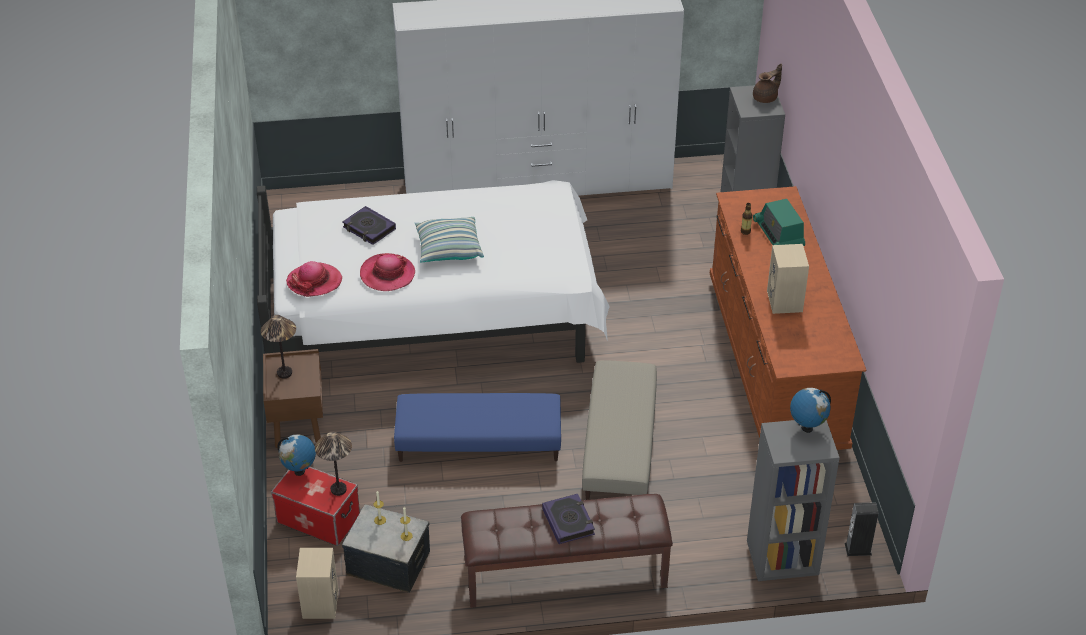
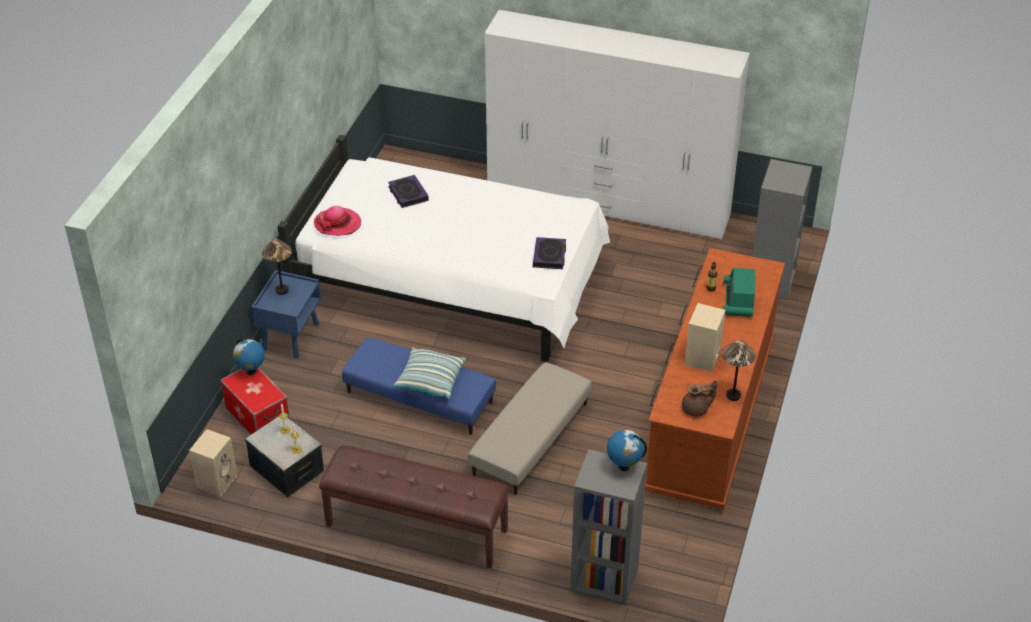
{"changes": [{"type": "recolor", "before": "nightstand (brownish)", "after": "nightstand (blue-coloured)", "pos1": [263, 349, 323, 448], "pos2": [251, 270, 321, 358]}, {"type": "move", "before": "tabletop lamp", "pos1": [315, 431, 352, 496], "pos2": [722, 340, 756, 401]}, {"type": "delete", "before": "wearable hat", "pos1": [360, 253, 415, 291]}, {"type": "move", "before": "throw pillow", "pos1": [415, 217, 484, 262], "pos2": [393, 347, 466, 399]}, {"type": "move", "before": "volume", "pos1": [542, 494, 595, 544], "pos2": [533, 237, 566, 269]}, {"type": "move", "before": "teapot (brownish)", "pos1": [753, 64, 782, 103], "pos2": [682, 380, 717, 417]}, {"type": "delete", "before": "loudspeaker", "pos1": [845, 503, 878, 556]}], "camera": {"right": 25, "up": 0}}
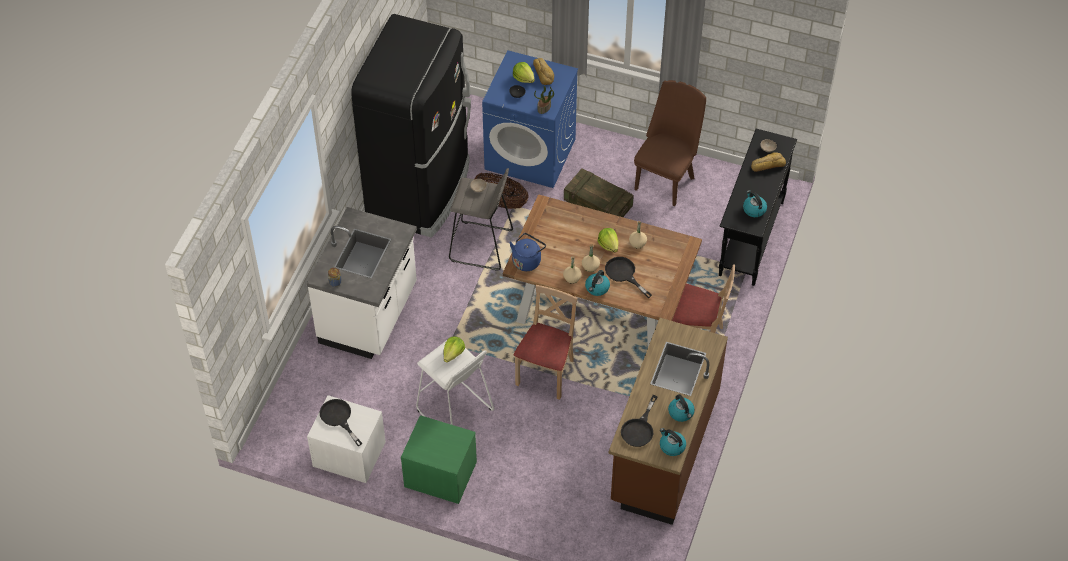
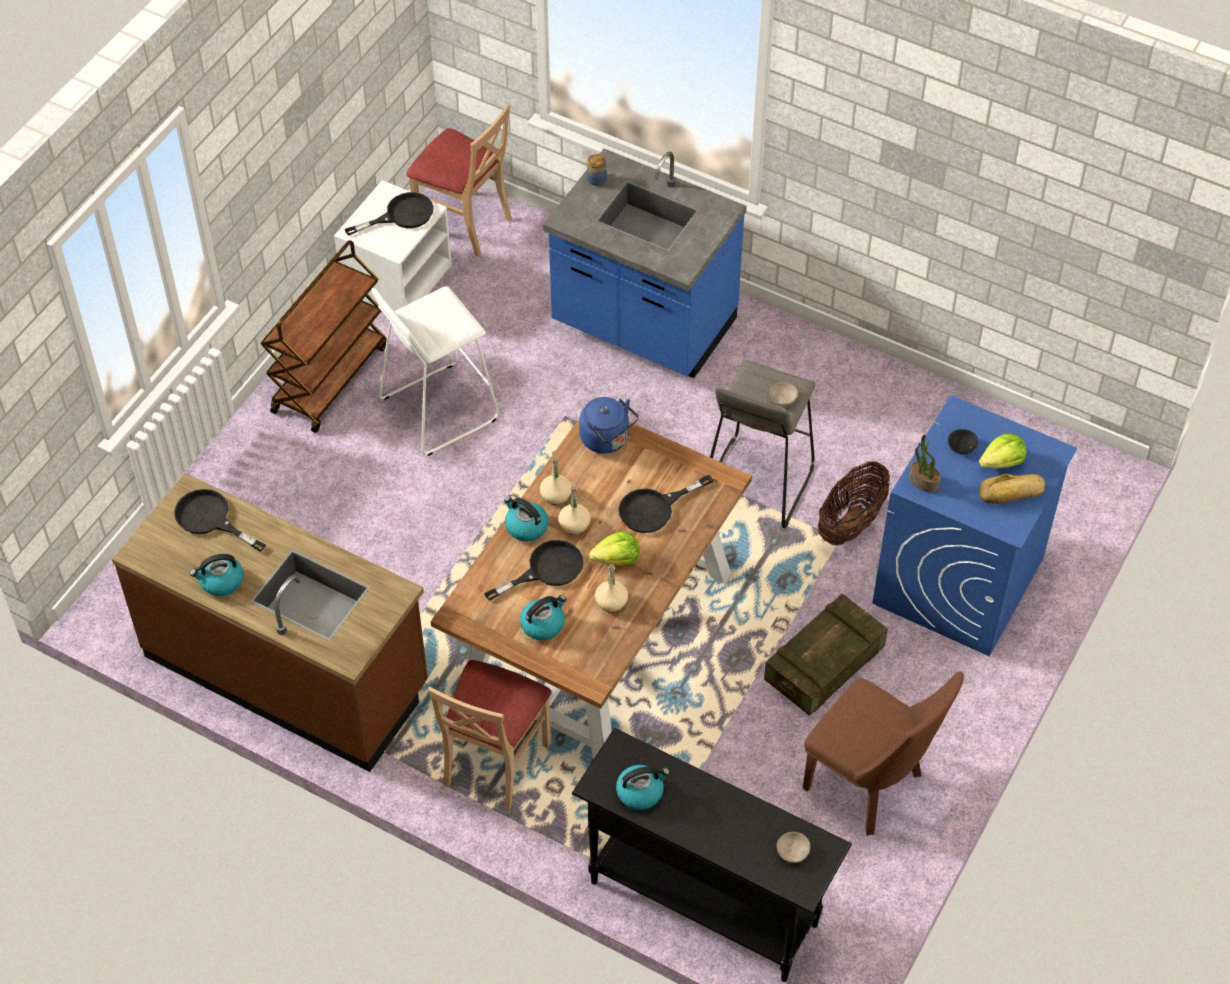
{"changes": [{"type": "recolor", "before": "kitchen base unit (white)", "after": "kitchen base unit (blue-coloured)", "pos1": [307, 207, 417, 359], "pos2": [543, 149, 747, 378]}, {"type": "delete", "before": "kitchen fridge (black)", "pos1": [351, 14, 471, 238]}, {"type": "replace", "before": "nightstand (green-coloured)", "after": "wheeled cart (brownish)", "pos1": [401, 415, 477, 504], "pos2": [261, 240, 387, 433]}, {"type": "delete", "before": "head of lettuce", "pos1": [443, 336, 465, 363]}, {"type": "move", "before": "chair (beige)", "pos1": [514, 285, 578, 400], "pos2": [406, 103, 512, 257]}, {"type": "move", "before": "tea kettle", "pos1": [660, 428, 686, 456], "pos2": [520, 595, 566, 640]}, {"type": "delete", "before": "bakery bread", "pos1": [751, 152, 786, 172]}, {"type": "insert", "after": "skillet (black)", "pos2": [619, 474, 714, 533]}], "camera": {"right": 100, "up": 0}}
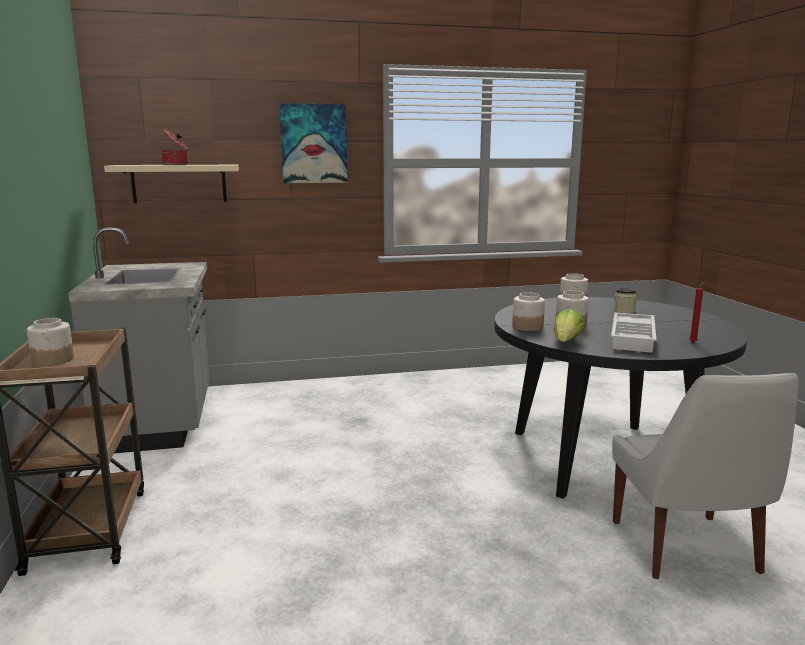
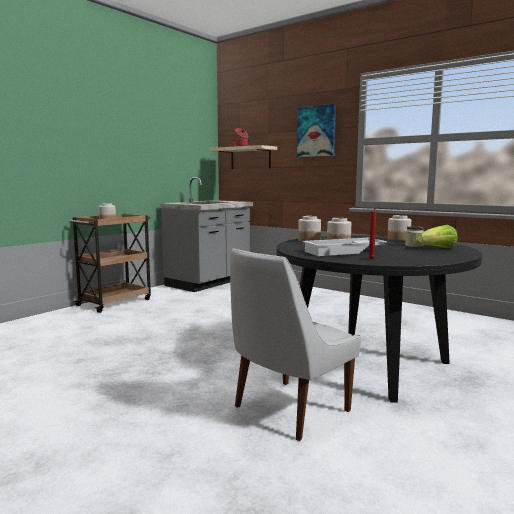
{"changes": [{"type": "move", "before": "head of lettuce", "pos1": [553, 309, 585, 342], "pos2": [418, 225, 458, 248]}], "camera": {"right": 50, "up": -5}}
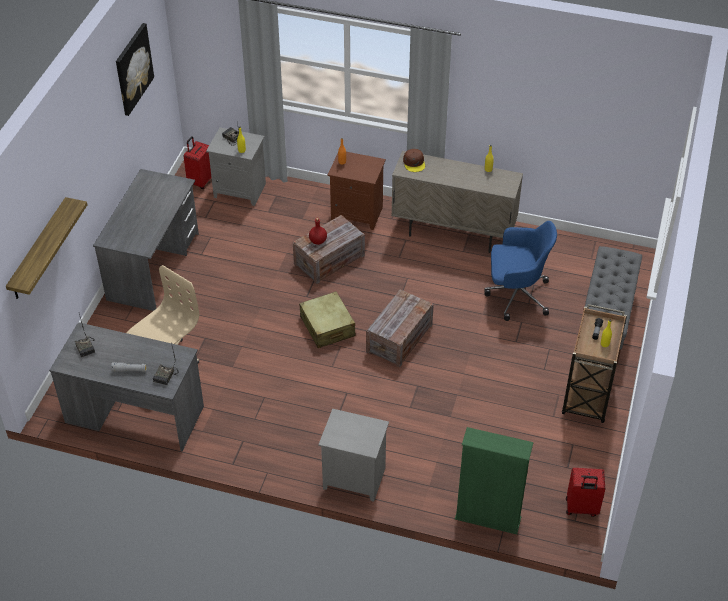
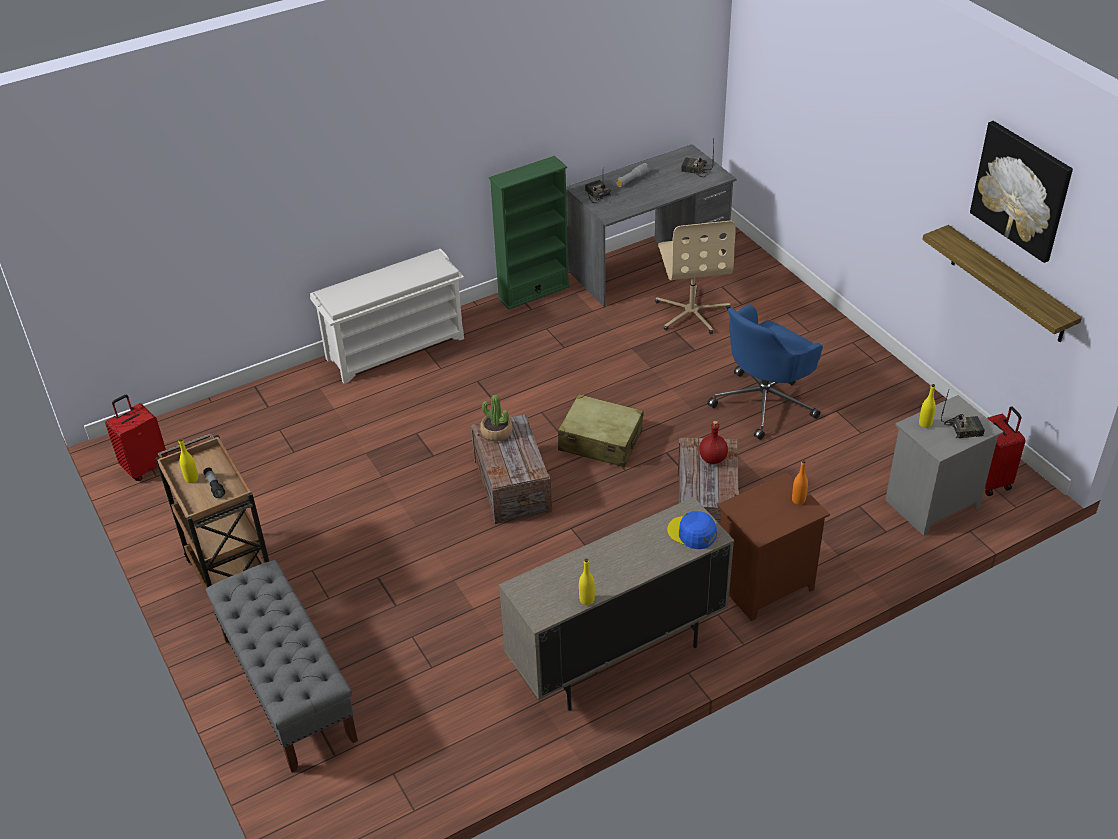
{"changes": [{"type": "move", "before": "bracket shelf", "pos1": [6, 197, 88, 299], "pos2": [922, 225, 1082, 342]}, {"type": "delete", "before": "desk (gray)", "pos1": [93, 169, 199, 311]}, {"type": "replace", "before": "nightstand (gray)", "after": "shoe rack (white)", "pos1": [318, 409, 389, 502], "pos2": [310, 249, 464, 384]}, {"type": "recolor", "before": "cap (brownish)", "after": "cap (blue-coloured)", "pos1": [403, 149, 425, 172], "pos2": [667, 511, 717, 549]}, {"type": "move", "before": "shelving unit (green-coloured)", "pos1": [455, 427, 534, 535], "pos2": [489, 156, 570, 310]}, {"type": "move", "before": "desk chair (blue-coloured)", "pos1": [484, 221, 557, 321], "pos2": [707, 305, 823, 440]}, {"type": "insert", "after": "plant in a pot", "pos2": [480, 395, 513, 441]}], "camera": {"right": 135, "up": -5}}
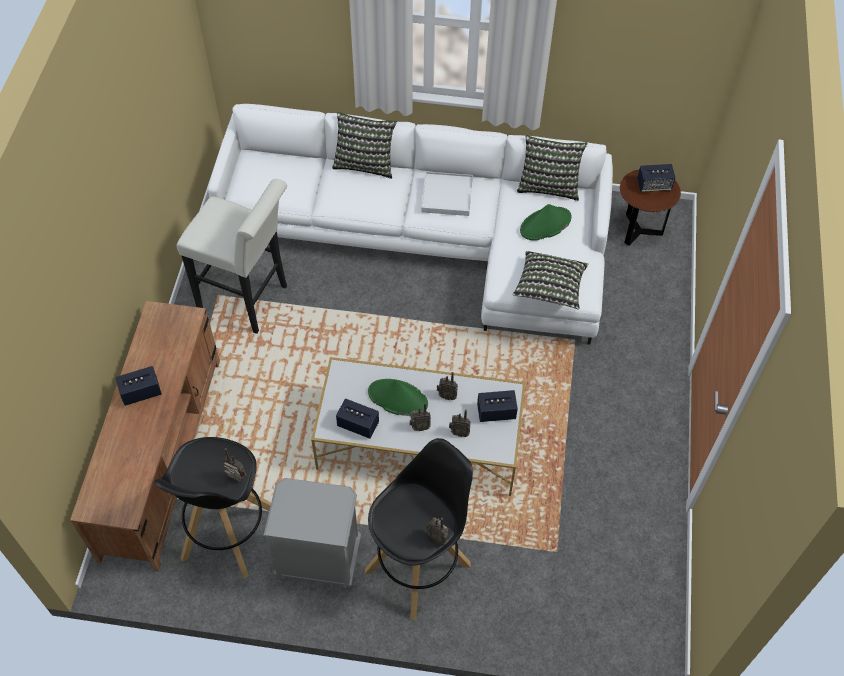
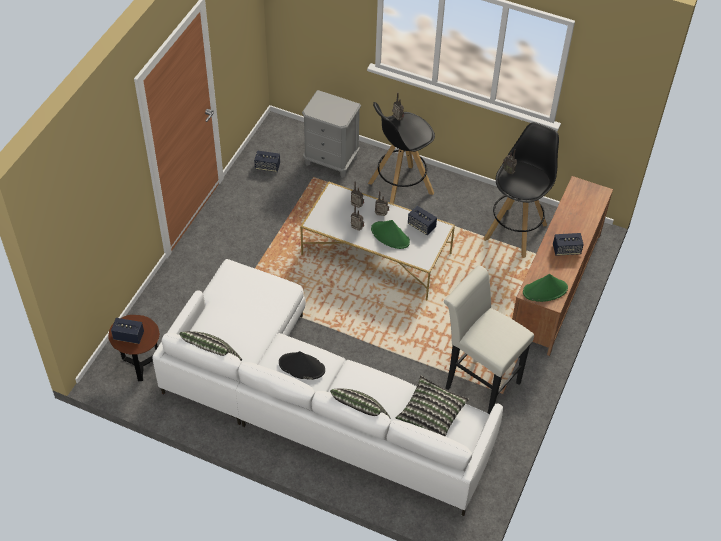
{"changes": [{"type": "move", "before": "nightstand (gray)", "pos1": [263, 478, 361, 588], "pos2": [302, 90, 361, 178]}, {"type": "replace", "before": "serving tray (white)", "after": "wearable hat (black)", "pos1": [421, 172, 473, 216], "pos2": [279, 351, 325, 380]}, {"type": "move", "before": "loudspeaker", "pos1": [477, 390, 518, 422], "pos2": [254, 151, 280, 172]}, {"type": "move", "before": "throw pillow", "pos1": [513, 251, 589, 310], "pos2": [396, 375, 469, 437]}, {"type": "move", "before": "wearable hat (green-coloured)", "pos1": [520, 204, 572, 241], "pos2": [523, 274, 568, 302]}], "camera": {"right": -165, "up": -5}}
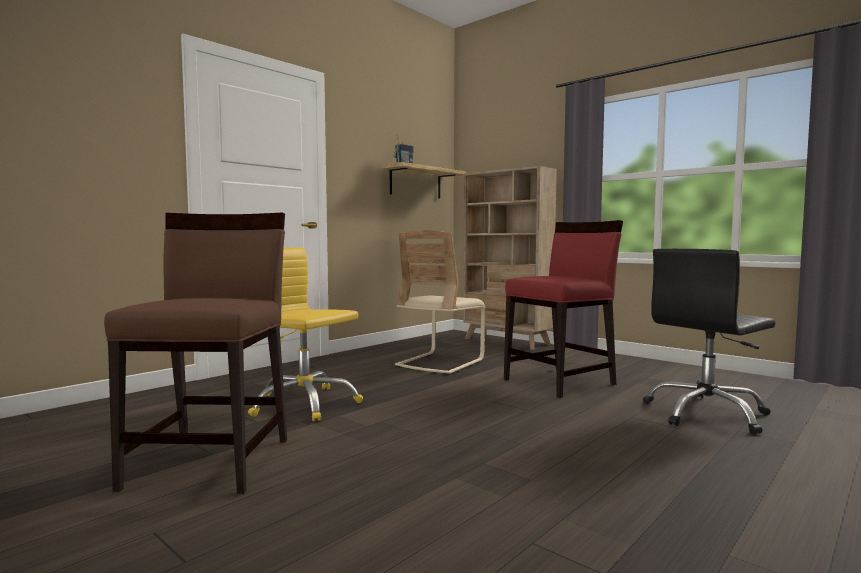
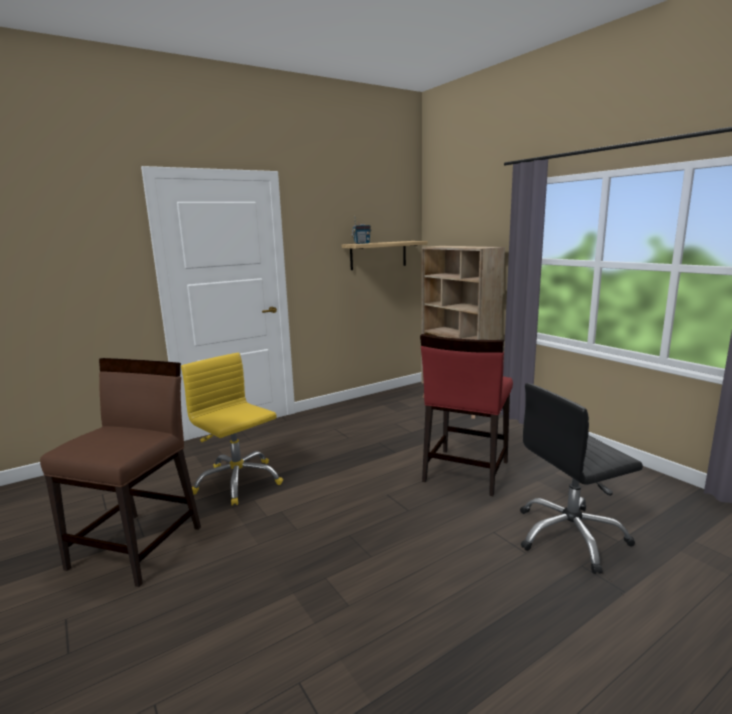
{"changes": [{"type": "delete", "before": "chair (beige)", "pos1": [395, 230, 486, 375]}, {"type": "rotate", "before": "chair (red)", "pos1": [504, 220, 623, 398], "pos2": [420, 334, 513, 496], "turn": 135}], "camera": {"right": 15, "up": 10}}
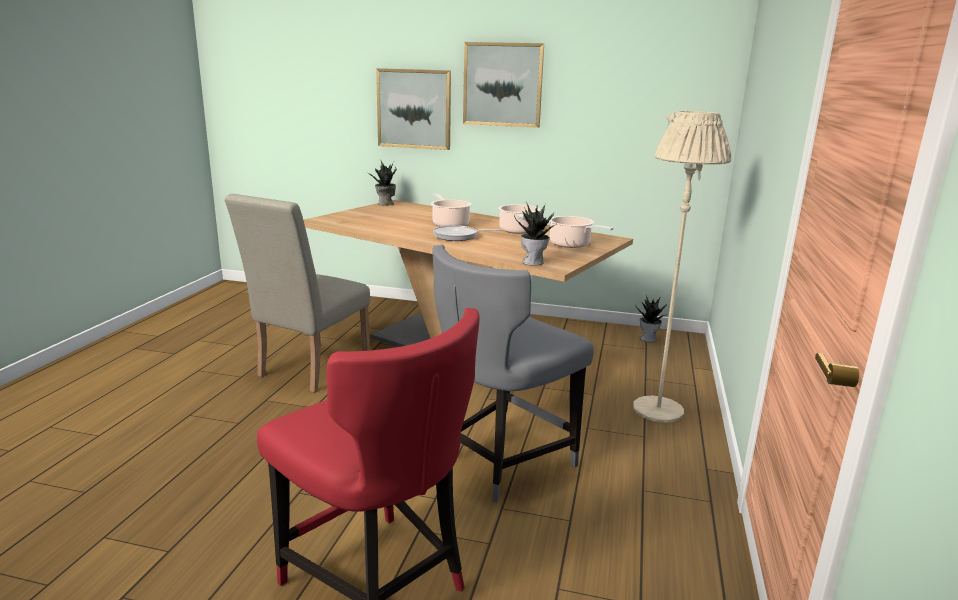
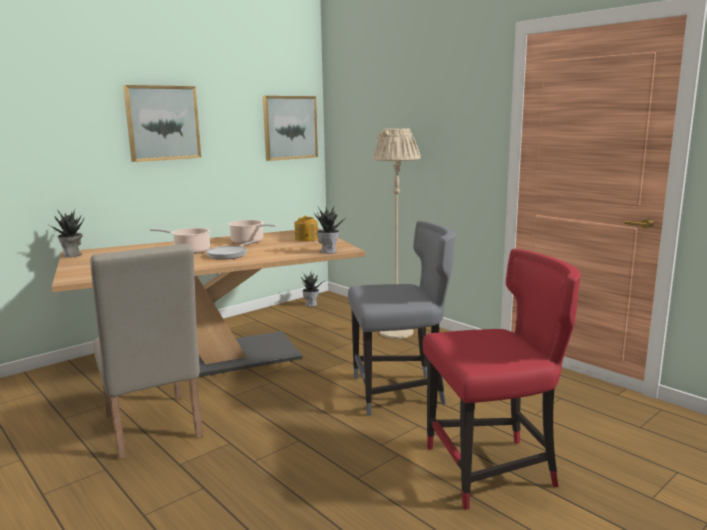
{"changes": [{"type": "move", "before": "wall picture", "pos1": [376, 68, 451, 150], "pos2": [263, 96, 318, 161]}, {"type": "rotate", "before": "chair (gray)", "pos1": [432, 244, 594, 502], "pos2": [348, 221, 456, 416], "turn": -90}, {"type": "replace", "before": "saucepot", "after": "teapot", "pos1": [550, 216, 613, 248], "pos2": [295, 216, 318, 241]}], "camera": {"right": -55, "up": -5}}
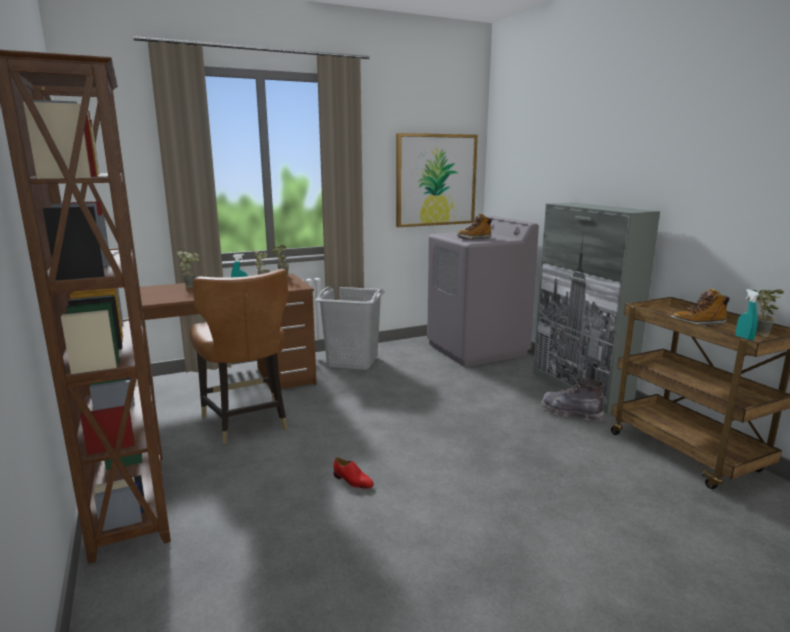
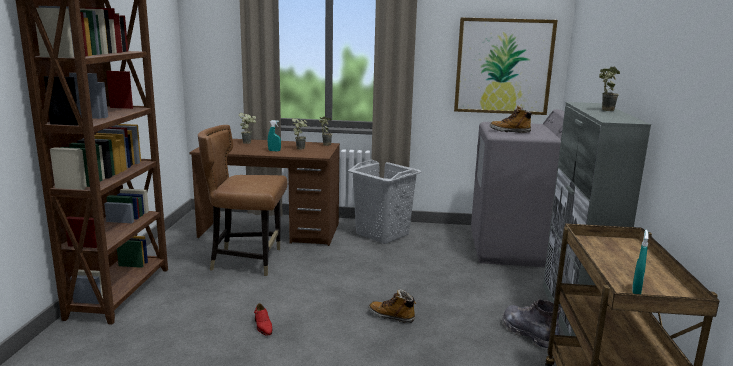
{"changes": [{"type": "rotate", "before": "chair (brownish)", "pos1": [189, 269, 288, 444], "pos2": [198, 125, 288, 276], "turn": 90}, {"type": "move", "before": "tall boot", "pos1": [671, 288, 730, 326], "pos2": [369, 289, 416, 323]}, {"type": "move", "before": "plant in a pot", "pos1": [748, 289, 784, 337], "pos2": [599, 66, 620, 111]}], "camera": {"right": 30, "up": 0}}
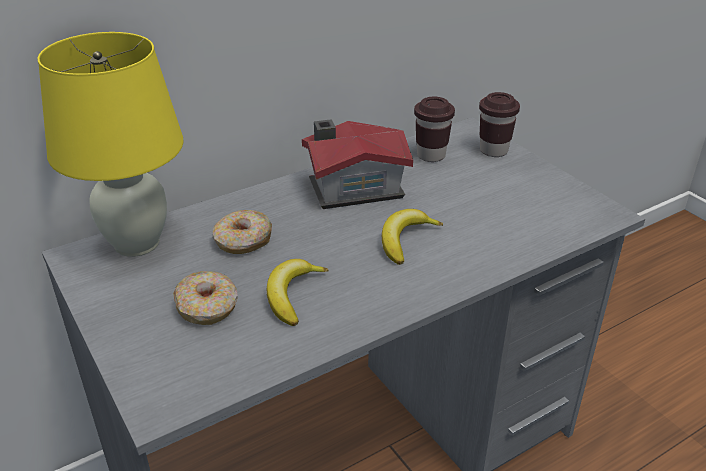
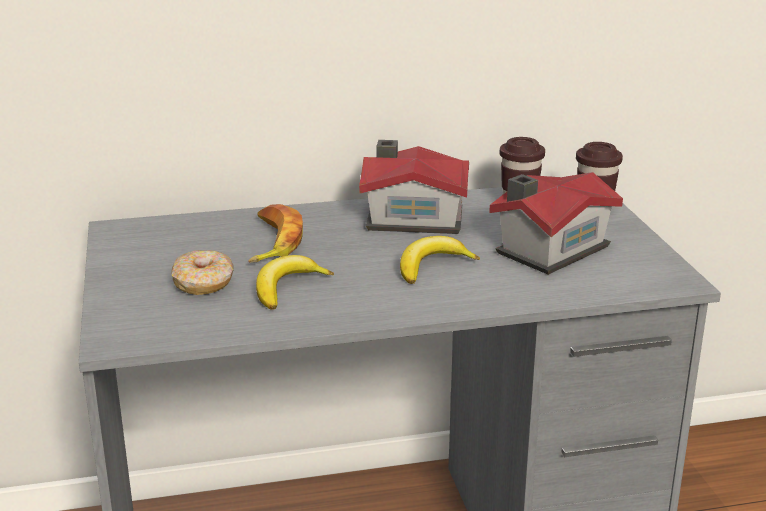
{"changes": [{"type": "delete", "before": "tabletop lamp (yellow-coloured)", "pos1": [38, 32, 184, 257]}, {"type": "replace", "before": "doughnut", "after": "banana fruit", "pos1": [213, 210, 272, 254], "pos2": [249, 204, 303, 263]}, {"type": "insert", "after": "model house", "pos2": [489, 172, 623, 275]}], "camera": {"right": 20, "up": -10}}
